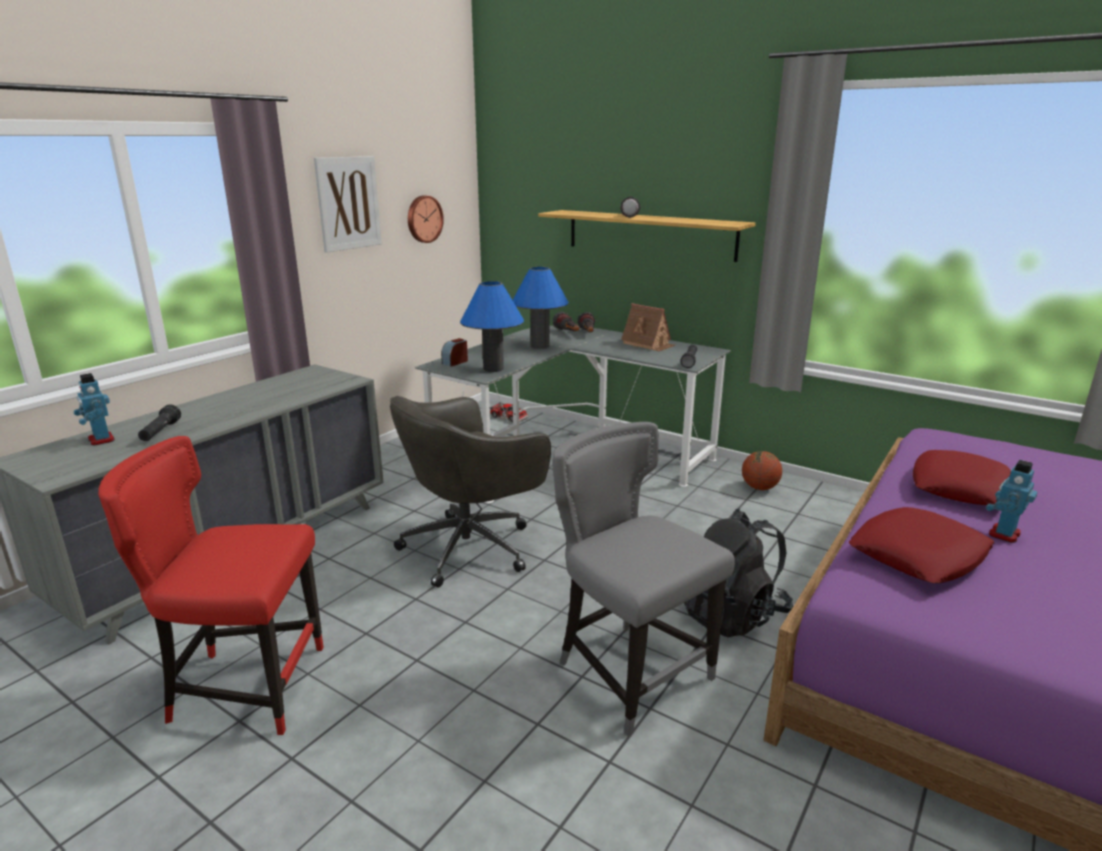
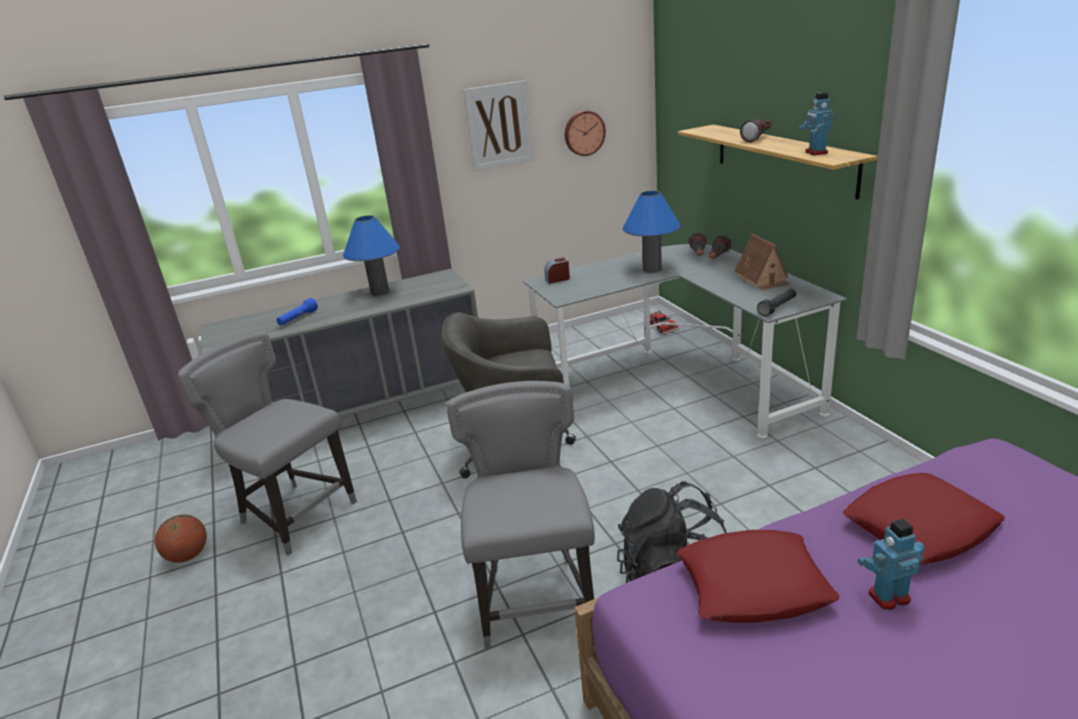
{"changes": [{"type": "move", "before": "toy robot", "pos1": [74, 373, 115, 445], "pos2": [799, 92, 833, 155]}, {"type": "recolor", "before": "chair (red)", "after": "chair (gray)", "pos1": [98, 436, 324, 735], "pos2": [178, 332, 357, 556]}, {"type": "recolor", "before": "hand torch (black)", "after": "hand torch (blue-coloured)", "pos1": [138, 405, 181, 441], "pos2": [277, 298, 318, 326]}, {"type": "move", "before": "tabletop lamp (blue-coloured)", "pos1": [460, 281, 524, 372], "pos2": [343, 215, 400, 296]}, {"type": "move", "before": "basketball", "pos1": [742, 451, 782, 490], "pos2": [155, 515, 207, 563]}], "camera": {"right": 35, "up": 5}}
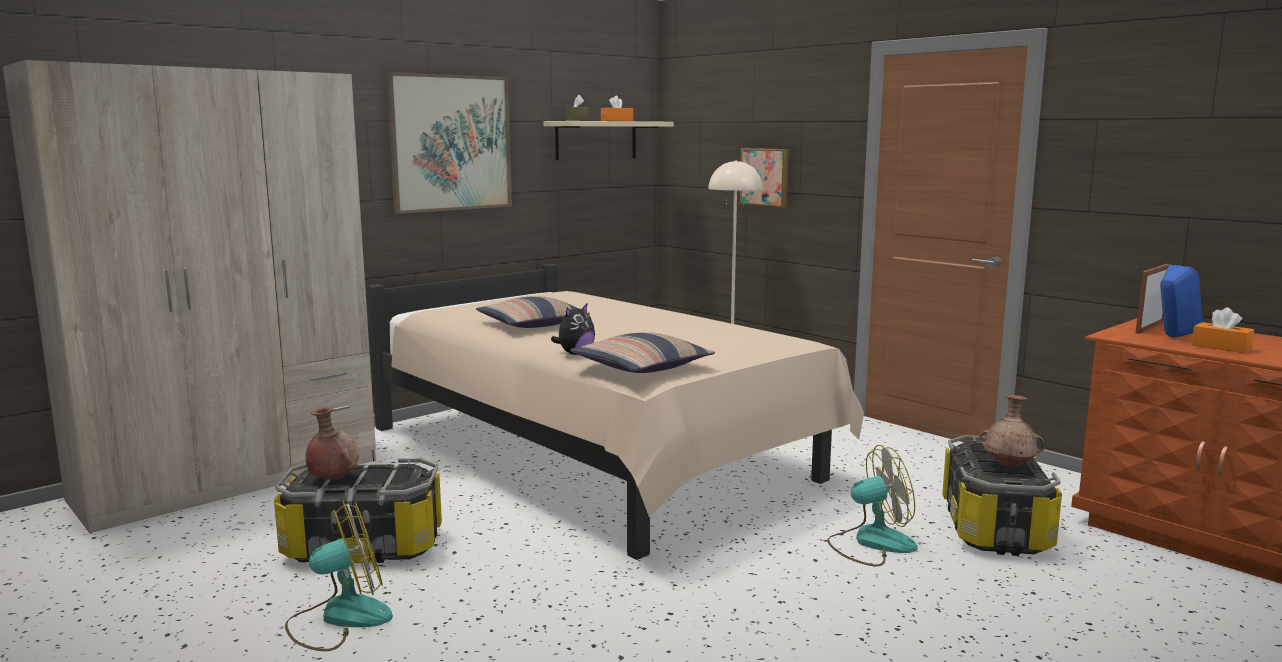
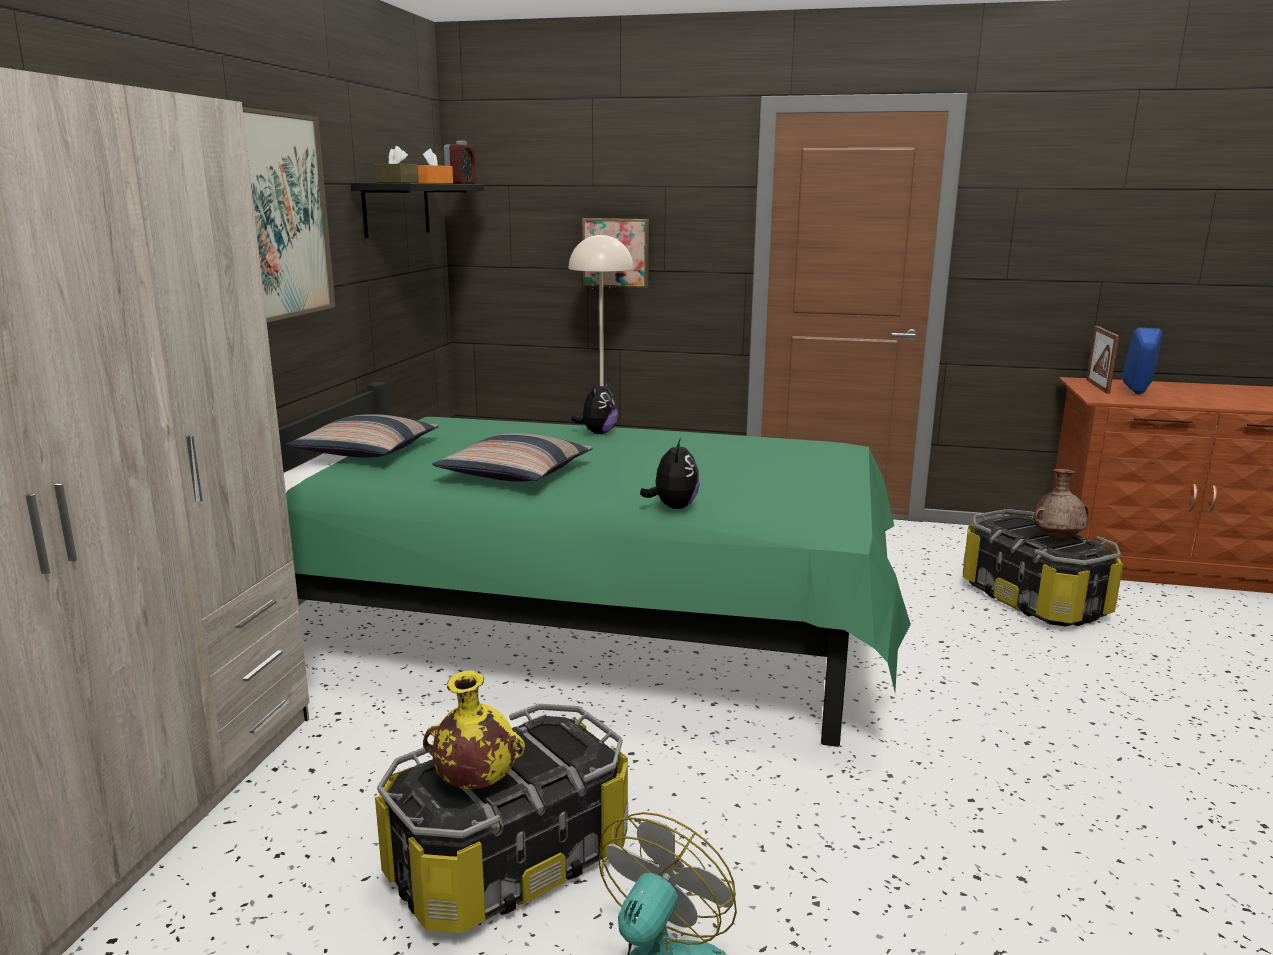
{"changes": [{"type": "recolor", "before": "decorative vase (brownish)", "after": "decorative vase (yellow-coloured)", "pos1": [305, 406, 359, 480], "pos2": [423, 671, 525, 789]}, {"type": "recolor", "before": "bed (beige)", "after": "bed (green-coloured)", "pos1": [367, 264, 864, 560], "pos2": [279, 382, 911, 747]}, {"type": "recolor", "before": "bracket shelf (beige)", "after": "bracket shelf (black)", "pos1": [543, 121, 674, 160], "pos2": [351, 183, 484, 238]}, {"type": "move", "before": "throw pillow", "pos1": [570, 332, 715, 373], "pos2": [286, 414, 439, 458]}, {"type": "delete", "before": "electric fan", "pos1": [827, 445, 918, 566]}, {"type": "delete", "before": "box of tissues (orange)", "pos1": [1192, 308, 1254, 353]}, {"type": "insert", "after": "bedside clock", "pos2": [444, 141, 476, 184]}, {"type": "insert", "after": "cuddly toy", "pos2": [571, 381, 618, 434]}], "camera": {"right": -35, "up": 5}}
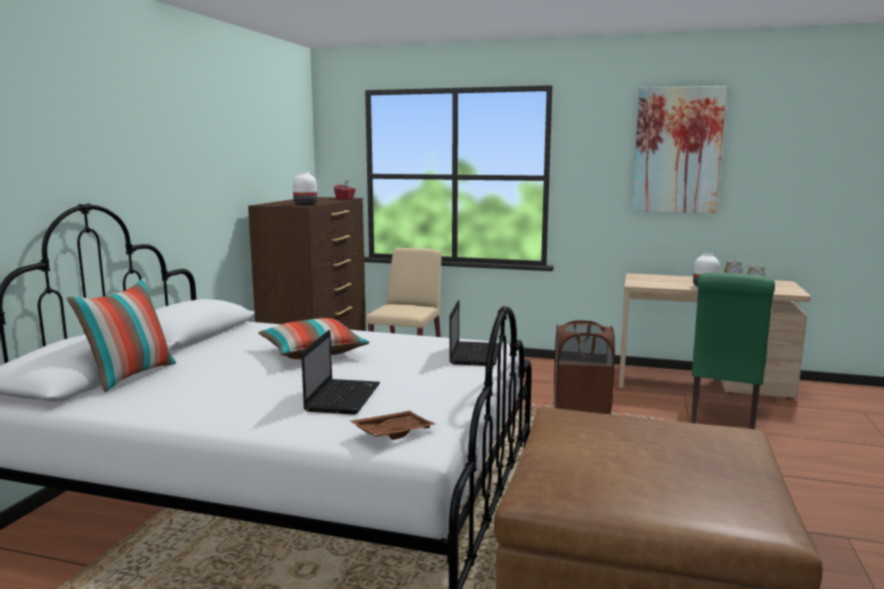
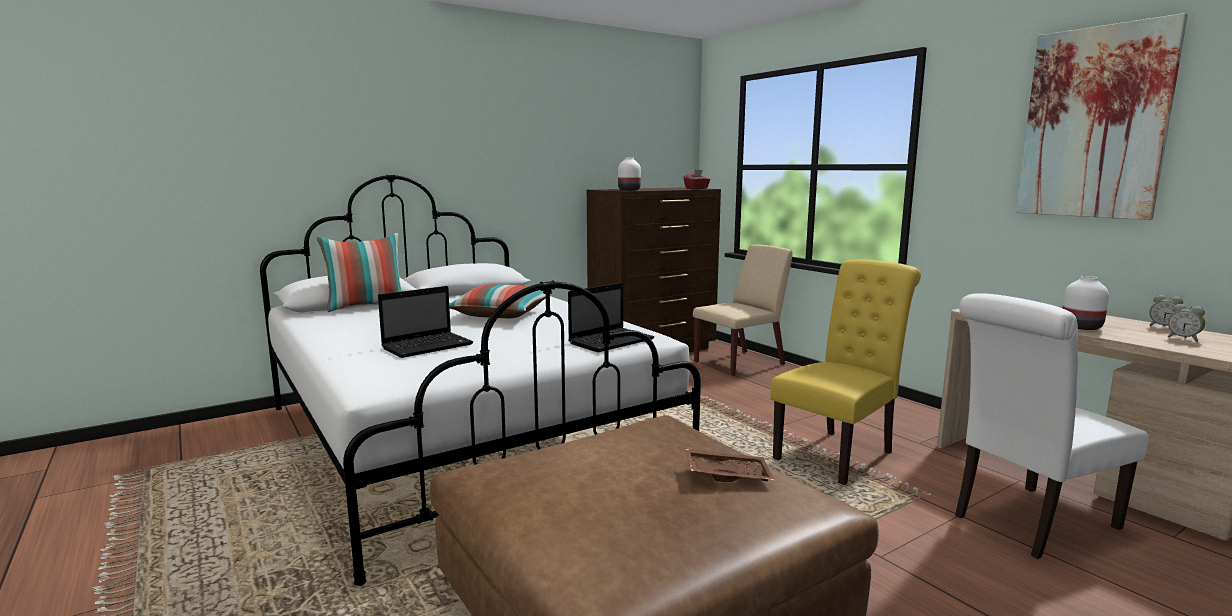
{"changes": [{"type": "move", "before": "serving tray (brownish)", "pos1": [350, 411, 437, 440], "pos2": [685, 449, 775, 482]}, {"type": "replace", "before": "washing basket (brownish)", "after": "chair (yellow-coloured)", "pos1": [554, 320, 615, 414], "pos2": [770, 259, 921, 485]}, {"type": "recolor", "before": "chair (green-coloured)", "after": "chair (white)", "pos1": [691, 273, 775, 429], "pos2": [955, 293, 1149, 559]}], "camera": {"right": 40, "up": 0}}
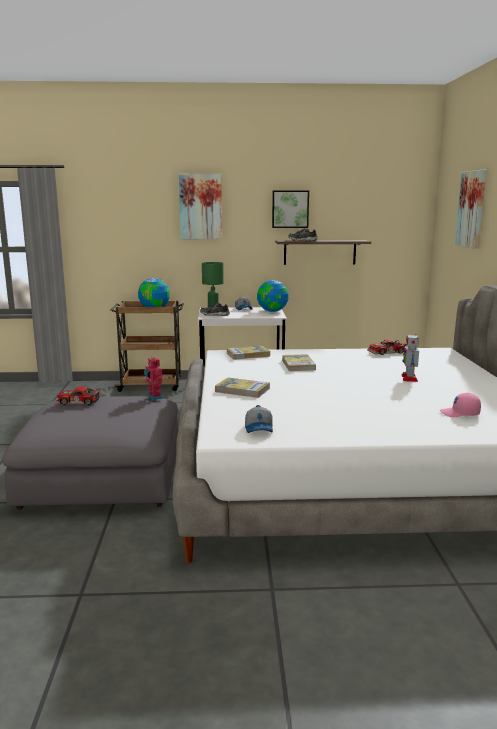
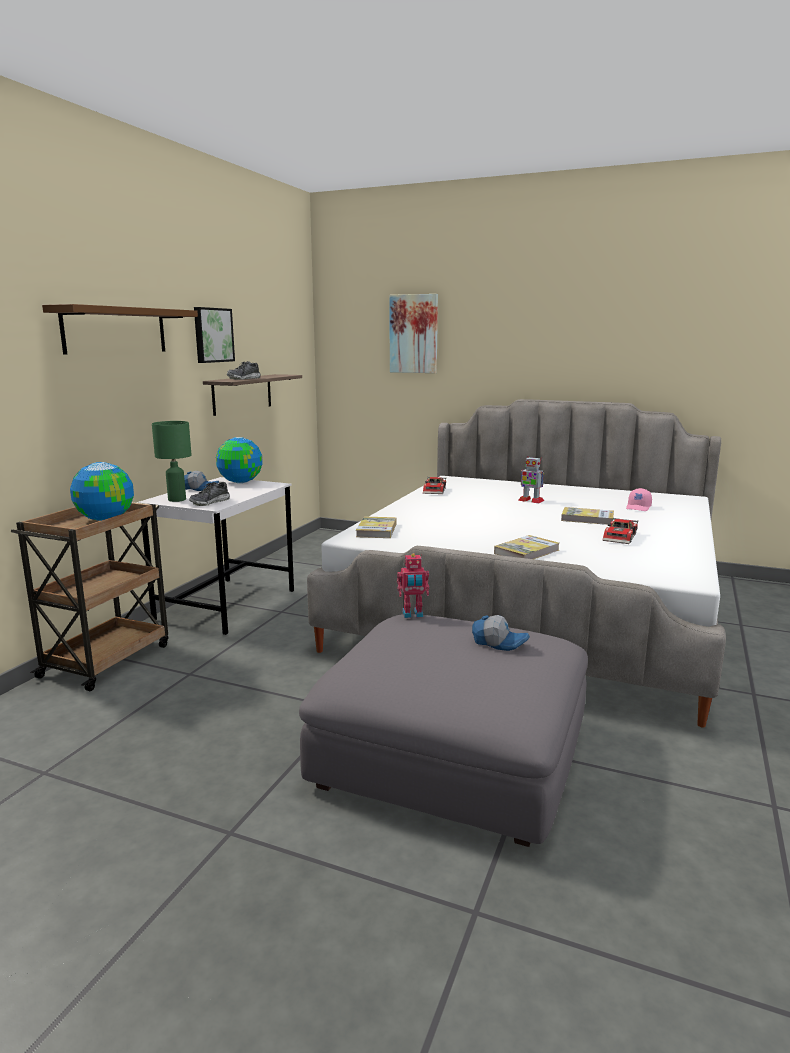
{"changes": [{"type": "move", "before": "miniature car", "pos1": [55, 387, 101, 405], "pos2": [602, 517, 638, 544]}, {"type": "replace", "before": "wall picture", "after": "bracket shelf (brownish)", "pos1": [179, 173, 222, 239], "pos2": [42, 304, 198, 354]}, {"type": "move", "before": "cap", "pos1": [245, 405, 273, 433], "pos2": [472, 615, 530, 651]}, {"type": "move", "before": "volume", "pos1": [282, 354, 316, 371], "pos2": [561, 507, 614, 525]}], "camera": {"right": -65, "up": 0}}
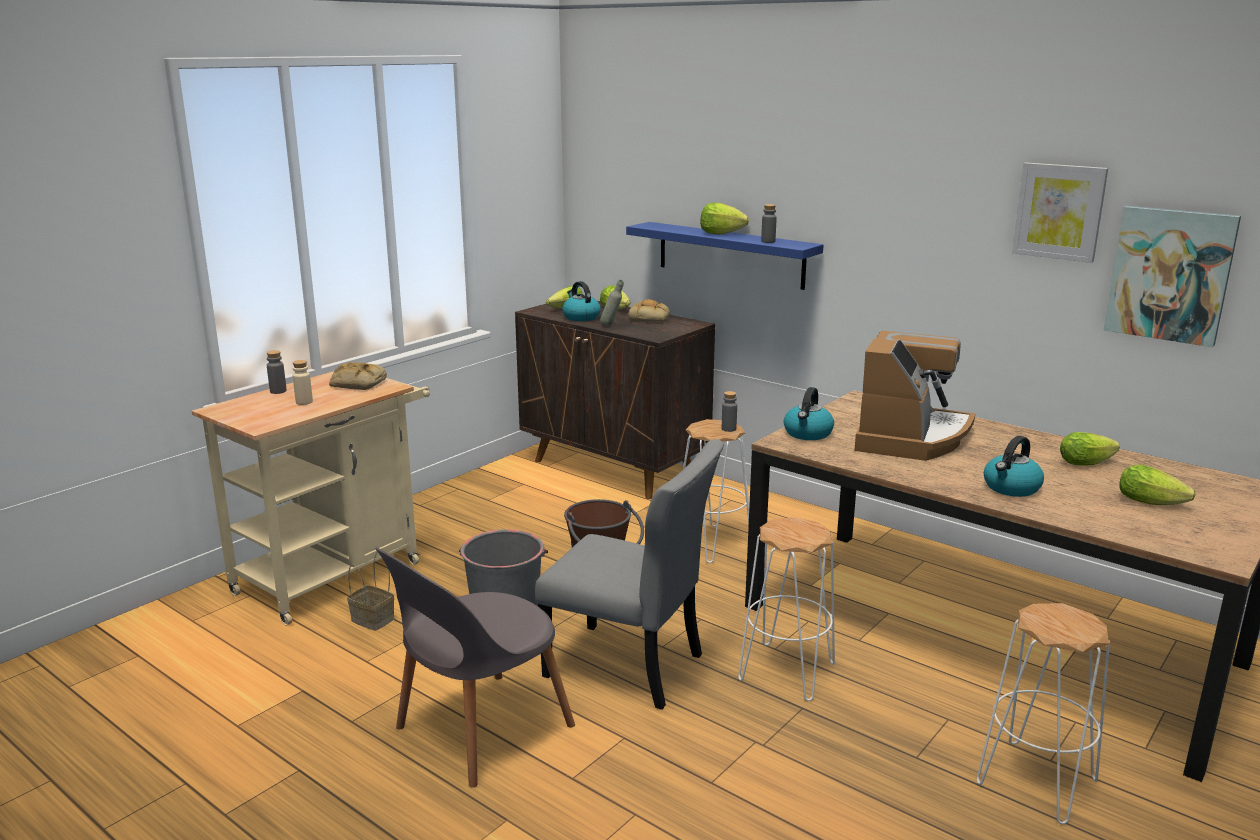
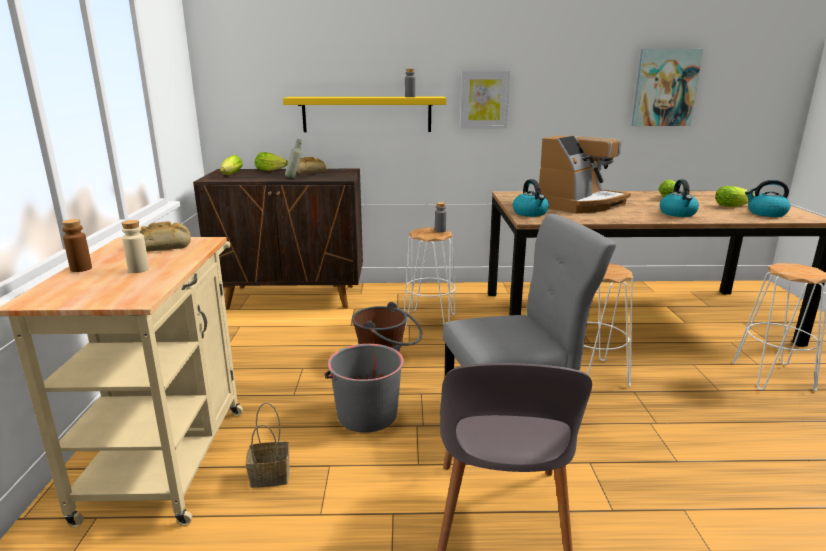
{"changes": [{"type": "recolor", "before": "beverage bottle (gray)", "after": "beverage bottle (brownish)", "pos1": [267, 350, 287, 394], "pos2": [62, 219, 92, 272]}, {"type": "move", "before": "tea kettle", "pos1": [562, 281, 601, 321], "pos2": [745, 180, 790, 217]}, {"type": "recolor", "before": "bracket shelf (blue-coloured)", "after": "bracket shelf (yellow-coloured)", "pos1": [626, 222, 823, 290], "pos2": [283, 97, 446, 132]}, {"type": "delete", "before": "head of lettuce", "pos1": [700, 203, 749, 235]}, {"type": "rotate", "before": "coffee machine", "pos1": [854, 331, 975, 461], "pos2": [539, 135, 631, 213], "turn": 60}, {"type": "move", "before": "wall picture", "pos1": [1012, 163, 1108, 263], "pos2": [460, 71, 510, 128]}], "camera": {"right": -40, "up": 0}}
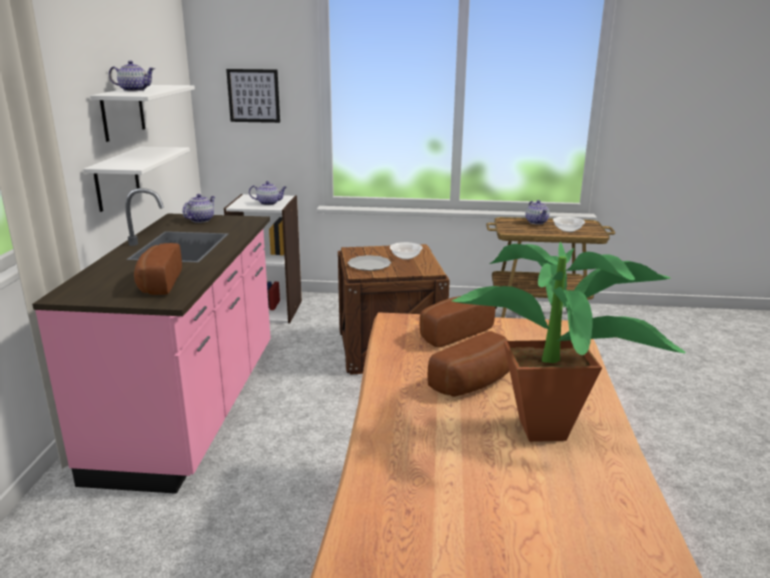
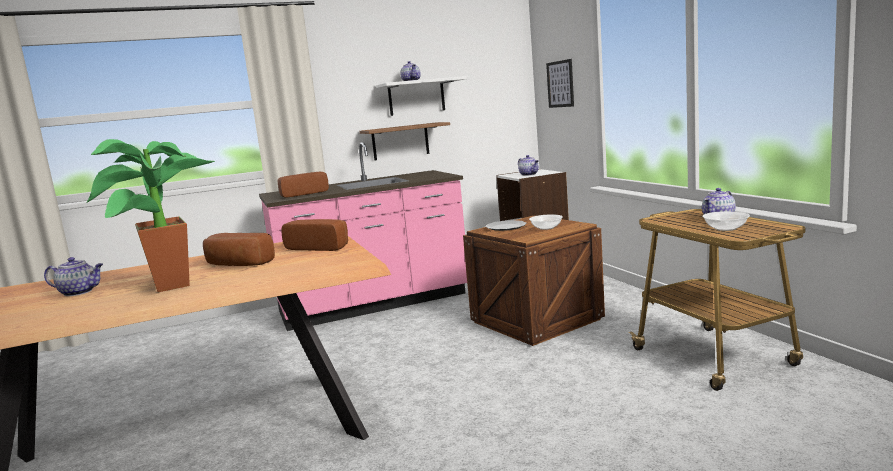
{"changes": [{"type": "recolor", "before": "bracket shelf (white)", "after": "bracket shelf (brownish)", "pos1": [83, 147, 190, 212], "pos2": [360, 122, 450, 161]}, {"type": "move", "before": "teapot", "pos1": [182, 194, 215, 223], "pos2": [44, 257, 103, 296]}], "camera": {"right": 65, "up": -10}}
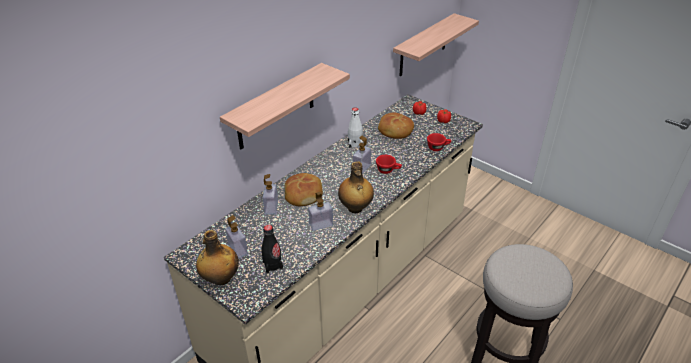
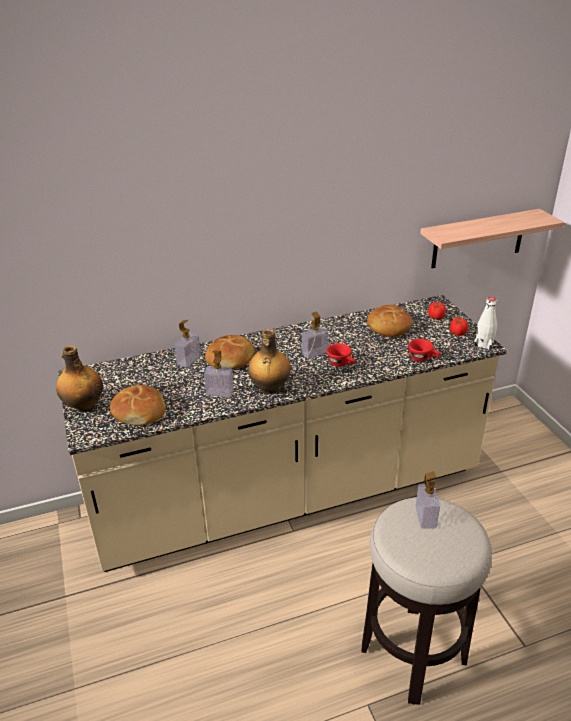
{"changes": [{"type": "delete", "before": "bracket shelf", "pos1": [220, 63, 350, 149]}, {"type": "move", "before": "soap dispenser", "pos1": [225, 215, 248, 259], "pos2": [416, 472, 440, 529]}, {"type": "replace", "before": "beverage bottle (black)", "after": "bakery bread", "pos1": [261, 225, 283, 273], "pos2": [110, 385, 165, 426]}, {"type": "move", "before": "beverage bottle (white)", "pos1": [348, 107, 363, 148], "pos2": [474, 297, 497, 350]}], "camera": {"right": 30, "up": -5}}
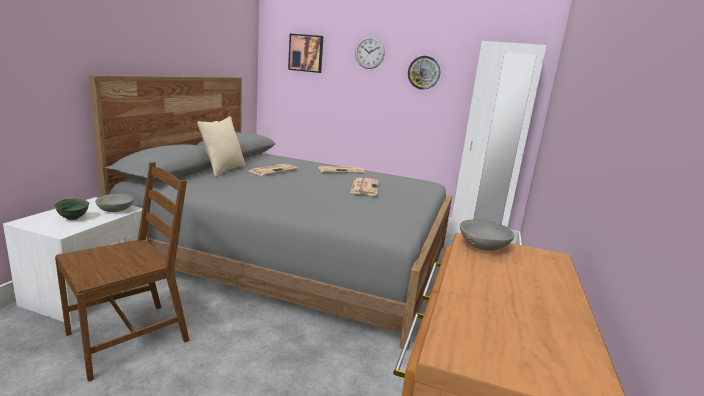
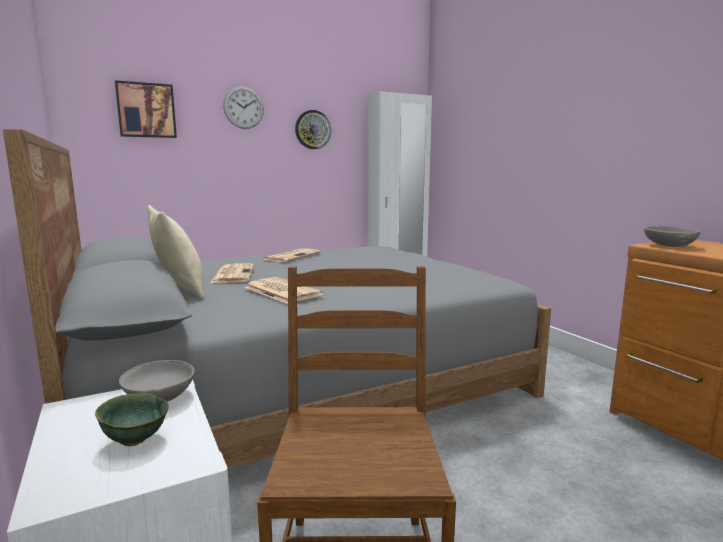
{"changes": [{"type": "move", "before": "printed paper", "pos1": [350, 178, 379, 195], "pos2": [245, 277, 323, 304]}], "camera": {"right": -45, "up": -5}}
